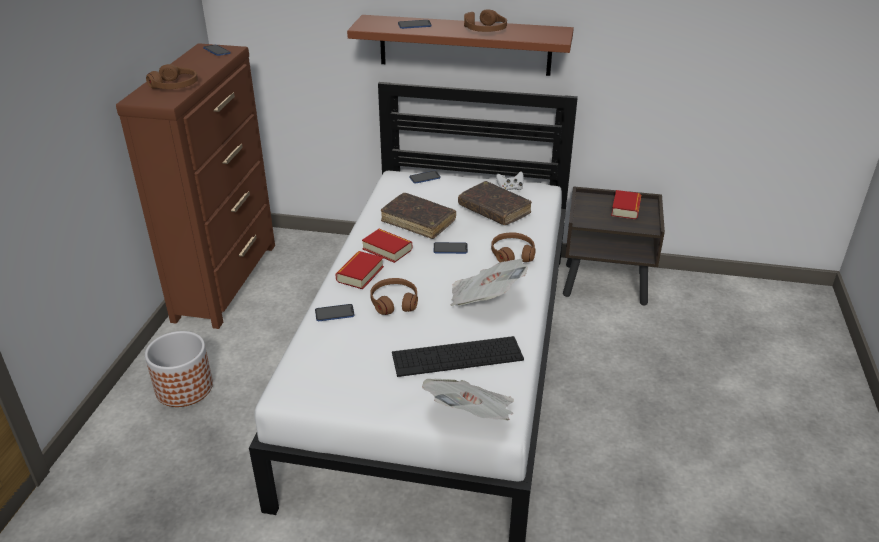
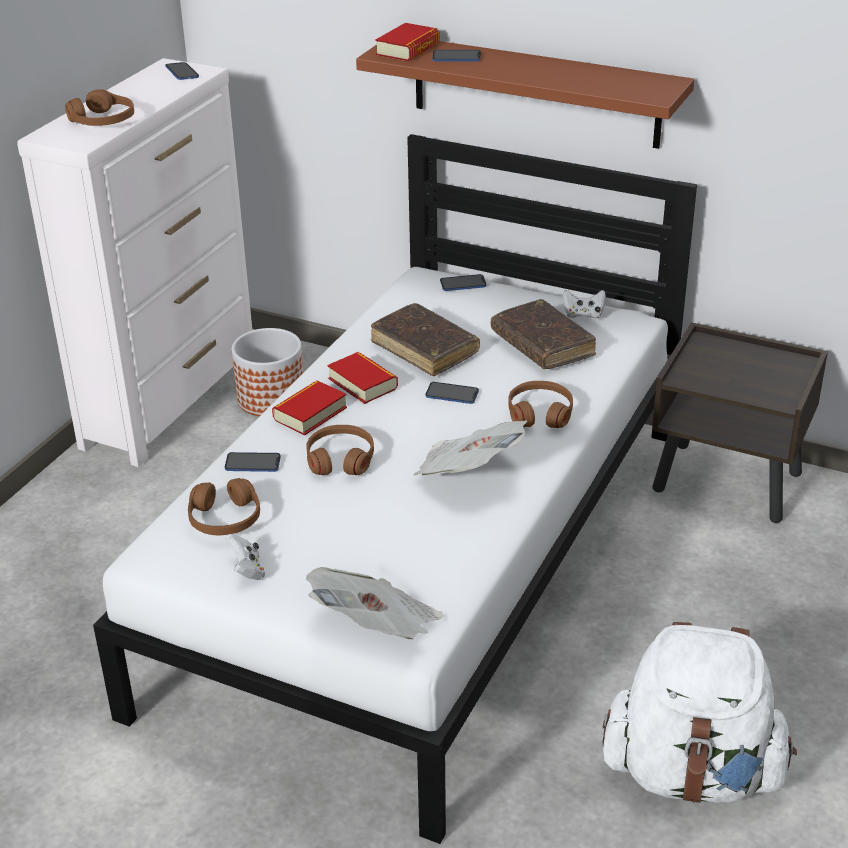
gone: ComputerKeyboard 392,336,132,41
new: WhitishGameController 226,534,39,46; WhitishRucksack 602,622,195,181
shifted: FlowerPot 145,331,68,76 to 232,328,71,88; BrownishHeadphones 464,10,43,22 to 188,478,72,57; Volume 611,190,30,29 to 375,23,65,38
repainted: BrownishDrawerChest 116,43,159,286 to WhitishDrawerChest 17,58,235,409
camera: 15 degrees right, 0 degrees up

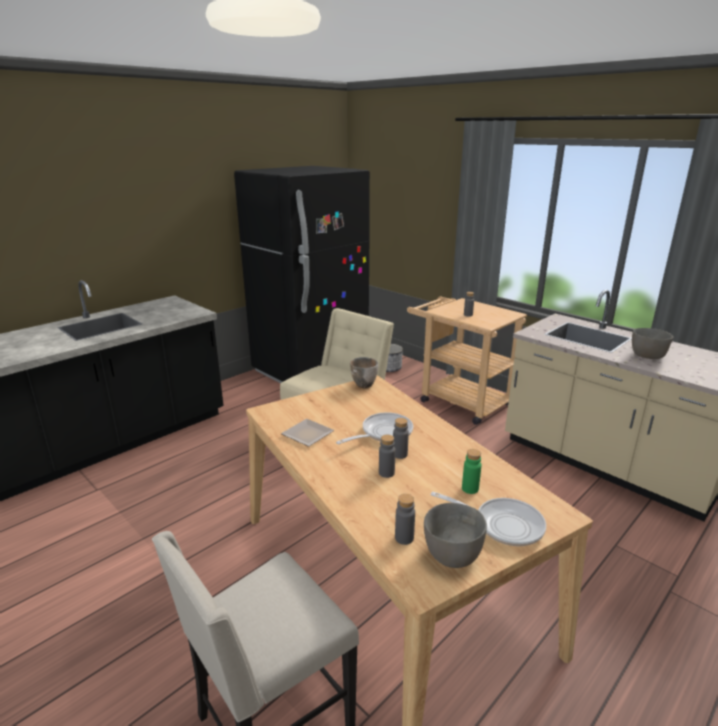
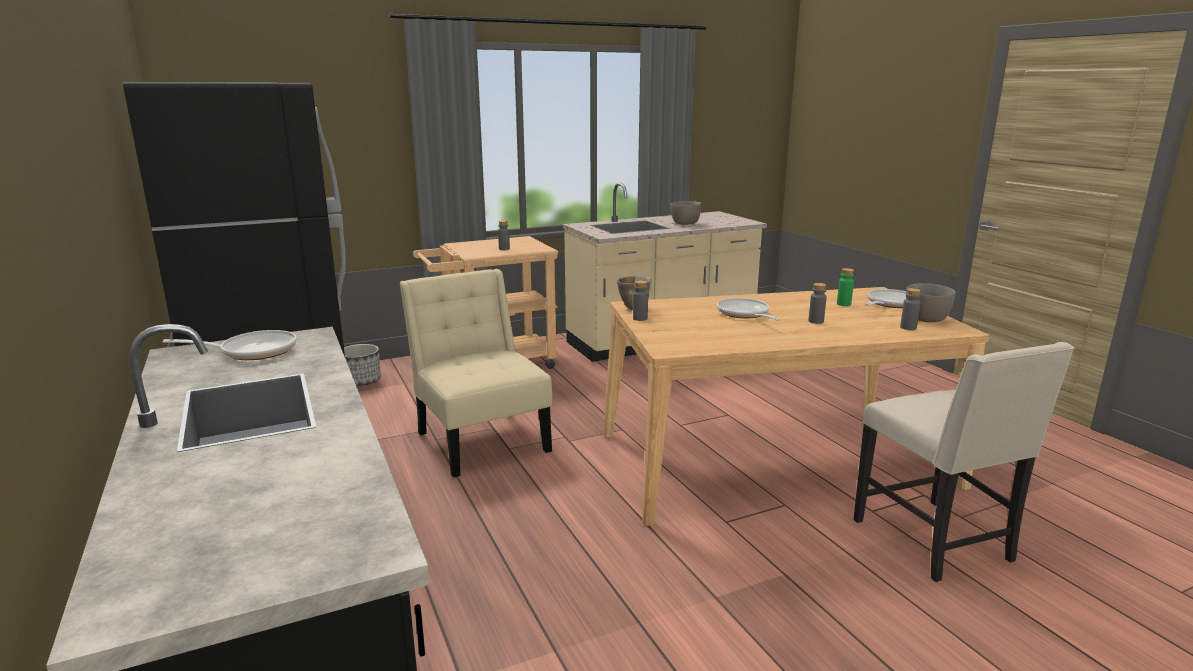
gone: FlatDish 281,419,53,28
new: Pan 163,330,134,30
shifted: GreyishDrinkBottle 393,418,16,41 to 633,280,15,41
camera: 70 degrees left, 5 degrees down

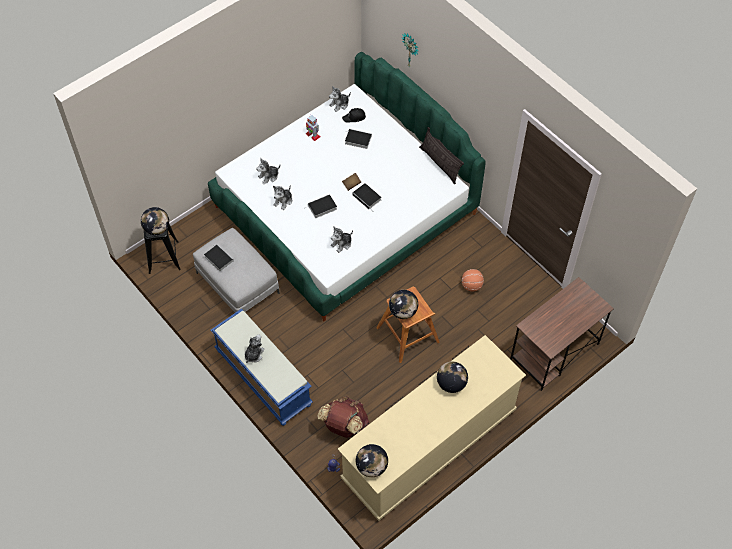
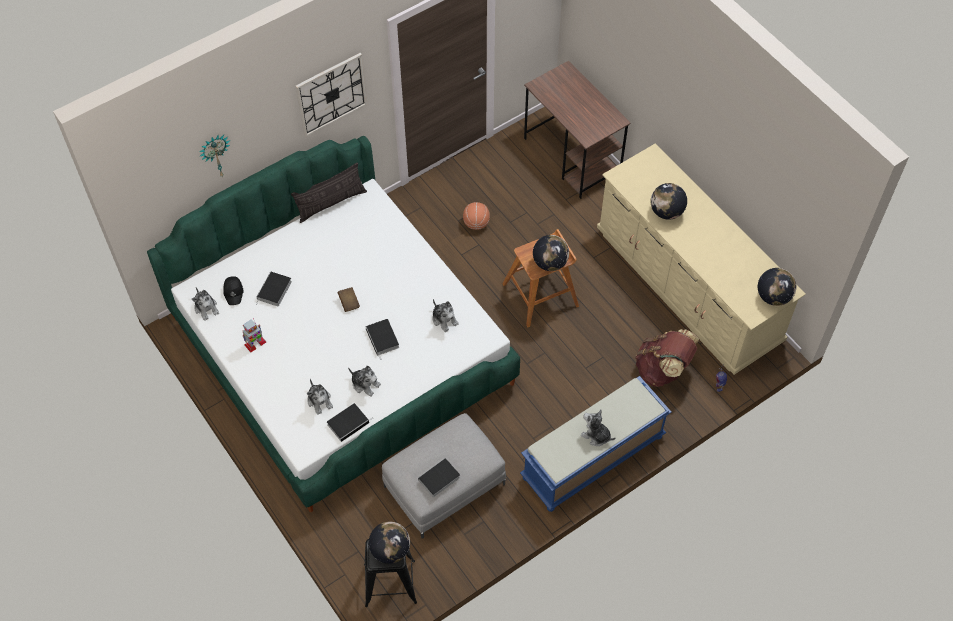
new: WallClock 295,53,72,84
shifted: Volume 352,183,29,26 to 327,403,45,39
camera: 85 degrees left, 0 degrees up

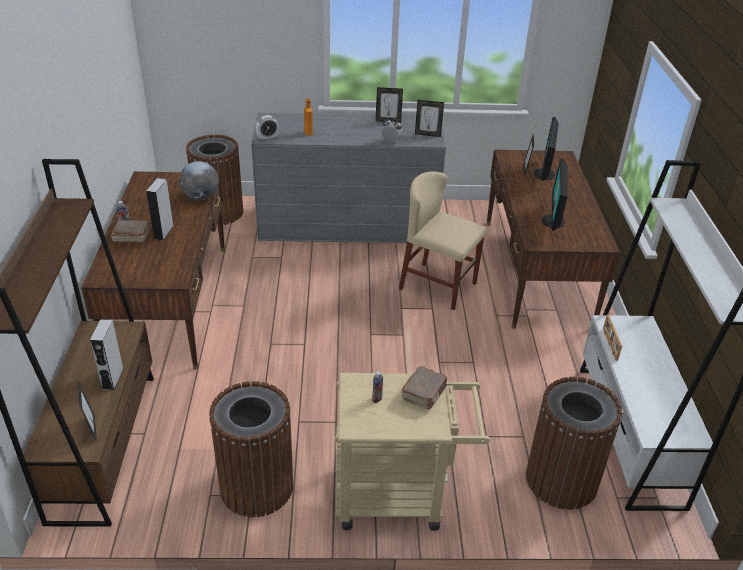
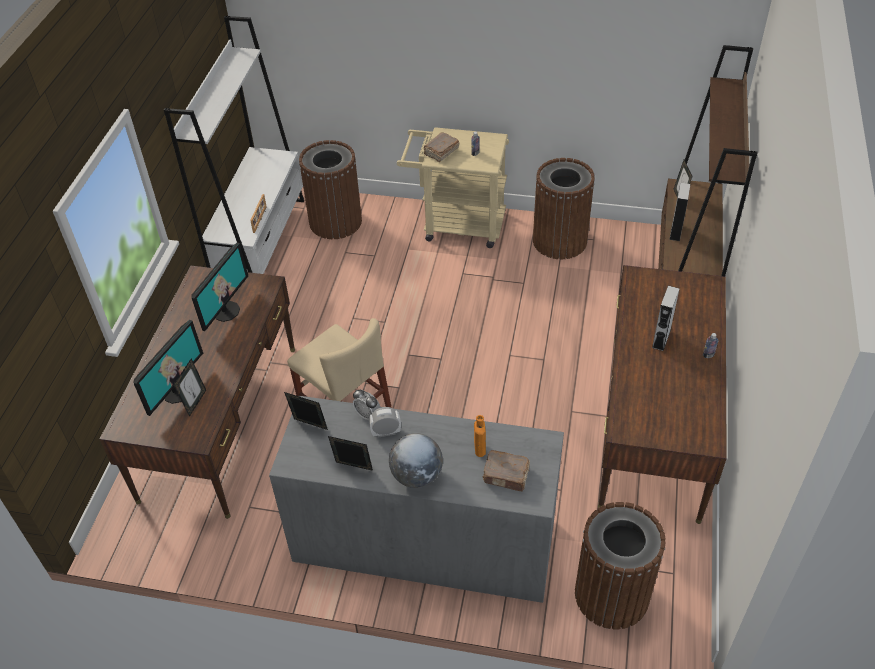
shifted: BrownishVolume 111,220,39,23 to 483,450,47,41; WorldGlobe 179,161,40,39 to 389,433,54,55; BedsideClock 256,115,23,26 to 369,407,32,30
camera: 165 degrees left, 10 degrees up

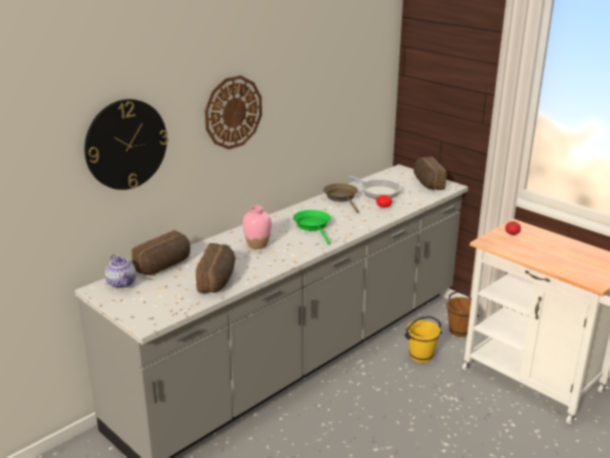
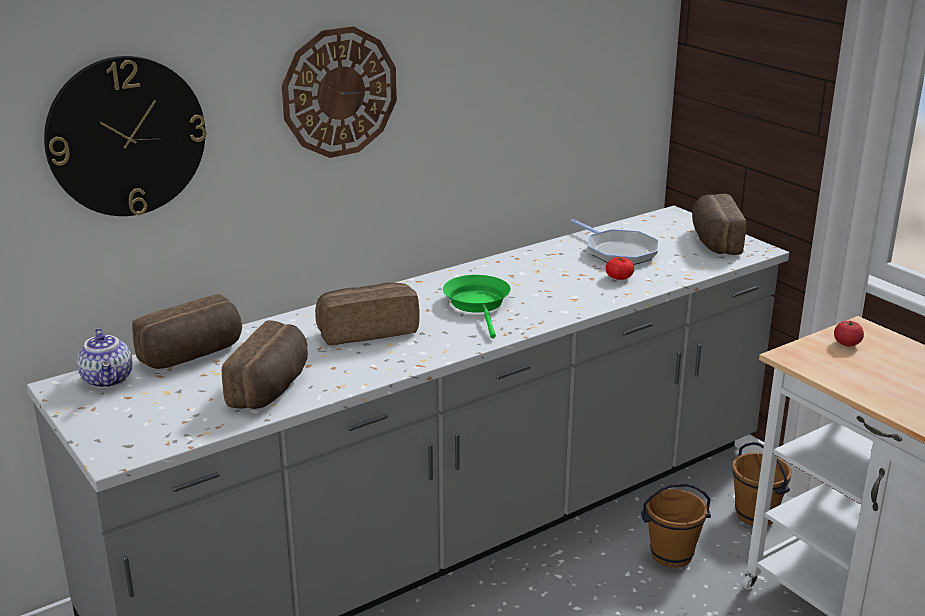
gone: BrownishPan 323,183,36,30
swapped: PinkVase 243,206,28,43 to BakeryBread 315,283,105,62
repainted: YellowishPail 405,316,37,47 to BrownishPail 641,483,70,85
camera: 10 degrees right, 0 degrees up

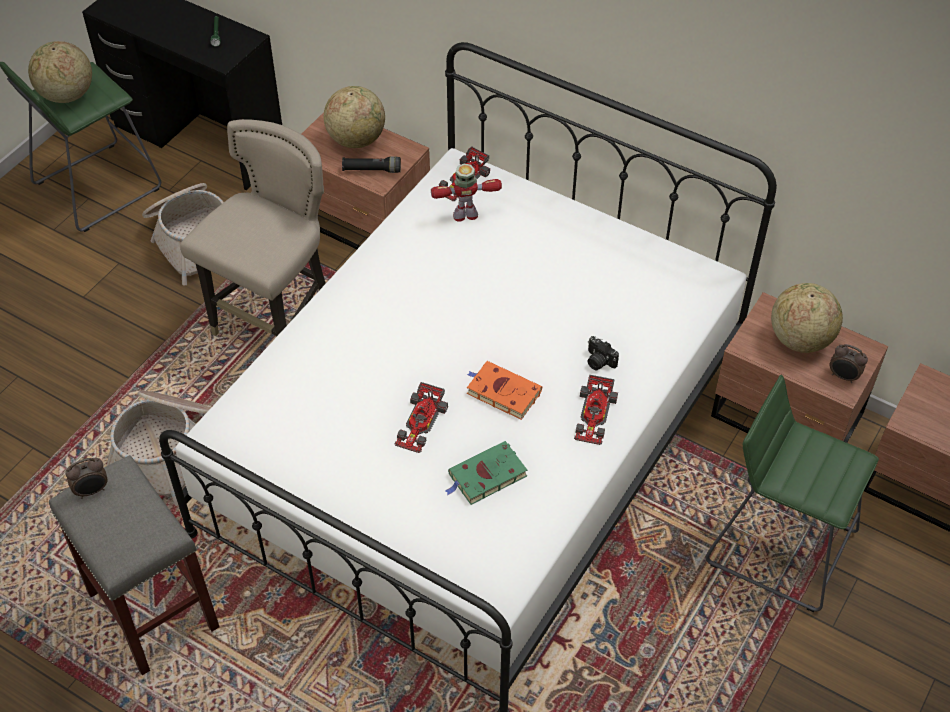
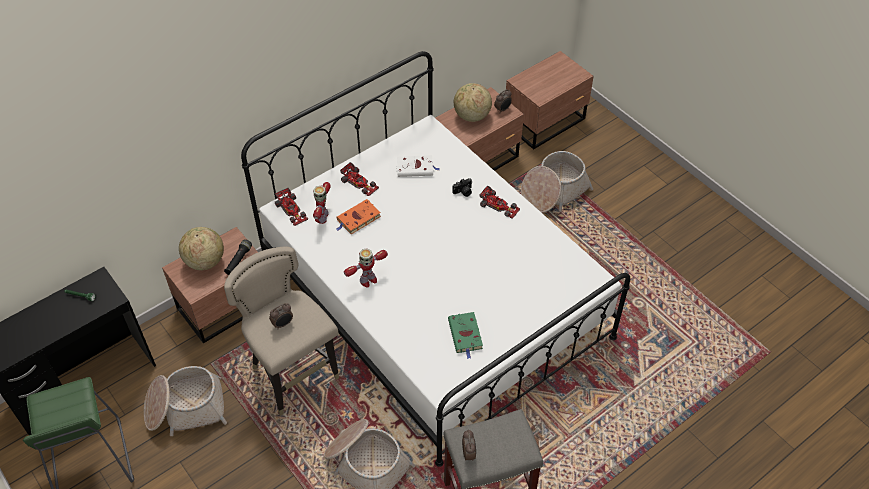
gone: WorldGlobe 28,41,64,62
new: BedsideClock 269,303,24,26; ToyRobot 344,248,44,40; WhitishVolume 397,155,43,22
shifted: ToyCar 394,382,54,71 to 340,162,39,34; GreenVolume 445,441,82,64 to 448,312,35,47; OrangeyVolume 467,361,75,59 to 336,199,45,35
swapped: GreenStoolSeat 706,375,173,237 to StorageBasket 521,151,72,62
camera: 70 degrees left, 0 degrees up

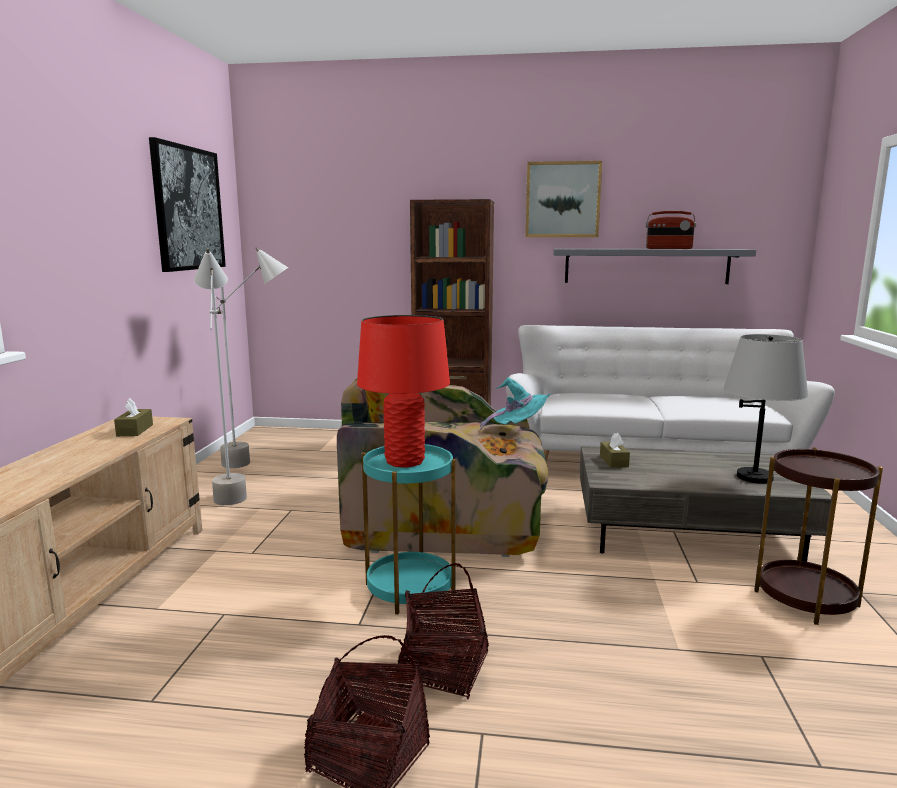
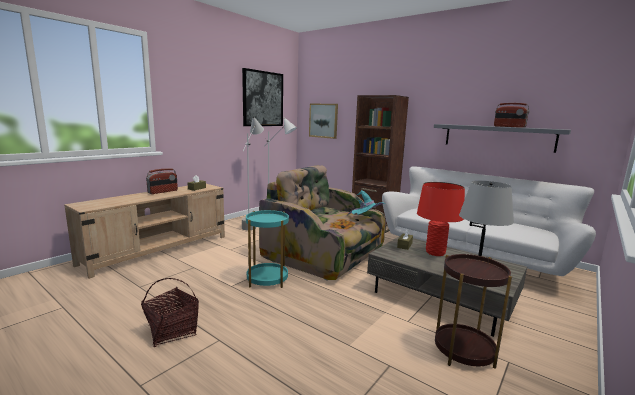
gone: StorageBasket 396,563,93,136
new: RadioReceiver 146,168,32,26
shifted: ReddishLampForATable 357,315,93,152 to 417,182,48,74; Picture 525,161,77,76 to 309,104,29,35
camera: 30 degrees right, 0 degrees up

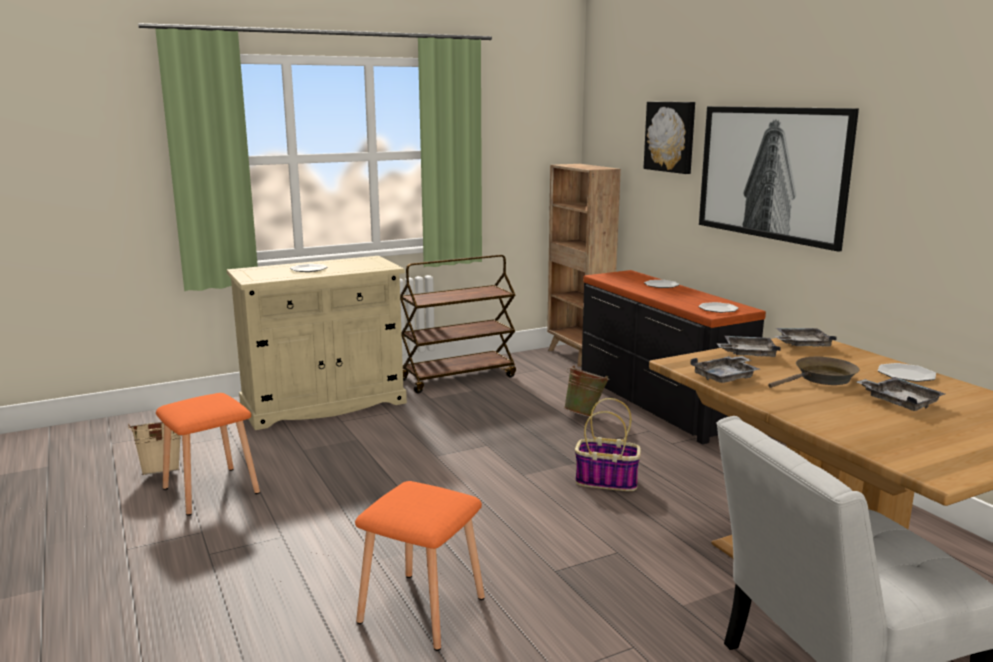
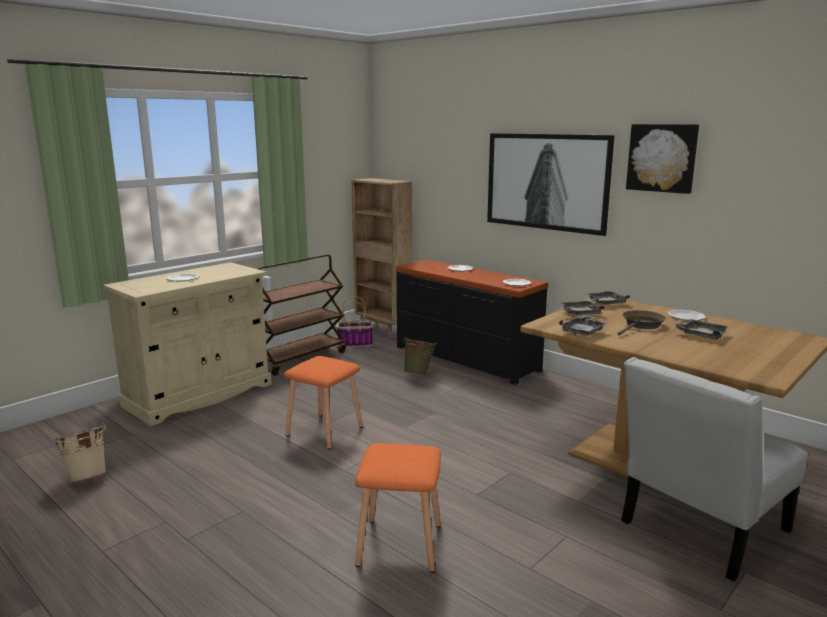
shifted: OrangeyStoolSeat 156,393,104,123 to 284,356,79,93; StorageBasket 575,398,66,93 to 336,296,37,51; Picture 644,102,51,72 to 626,124,73,70
camera: 20 degrees left, 0 degrees up

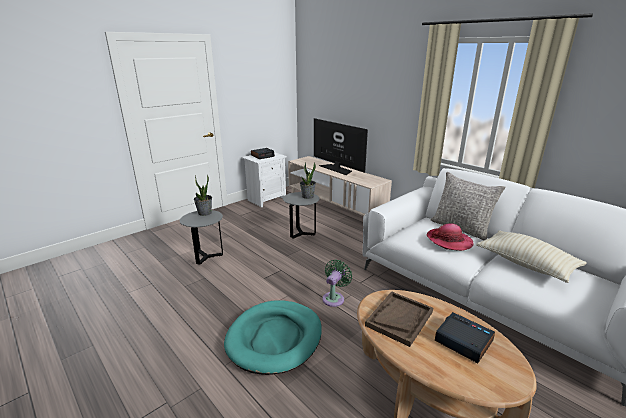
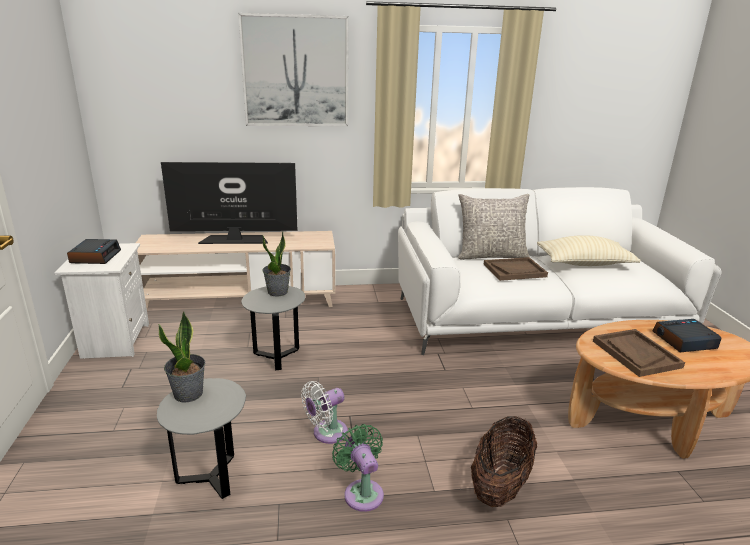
new: Picture 238,13,111,113; WhitishFan 301,381,47,63
shifted: GreenFan 322,259,30,48 to 332,424,52,88
swapped: TurquoiseColouredDogBed 224,300,98,75 to StorageBasket 471,416,66,91; WearableHat 426,223,47,28 to BrownishServingTray 484,257,64,24
camera: 55 degrees left, 0 degrees up

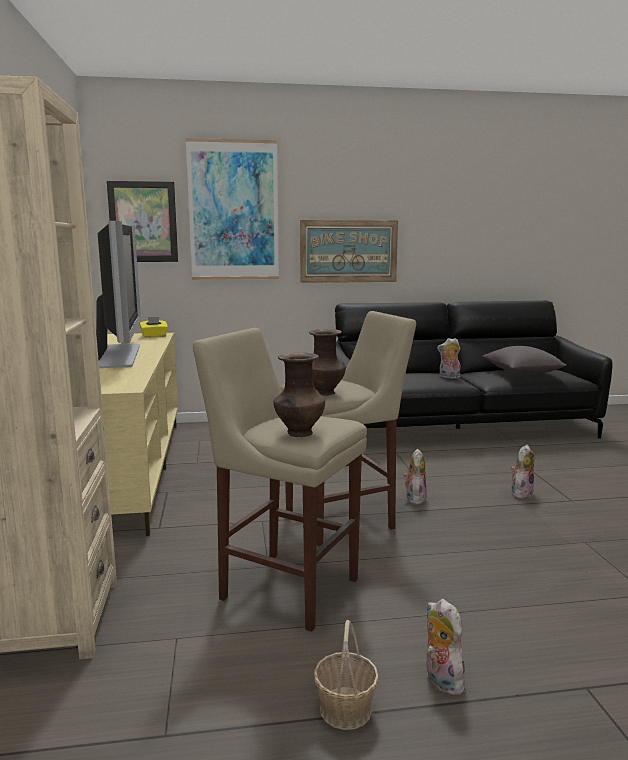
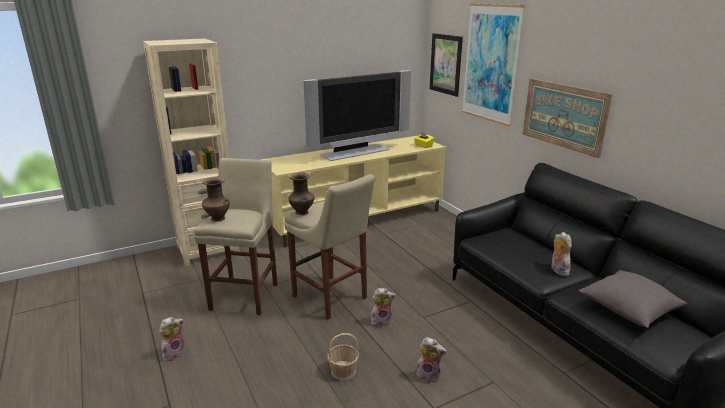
shifted: StorageBasket 314,620,65,110 to 327,333,32,47
camera: 70 degrees right, 10 degrees up

